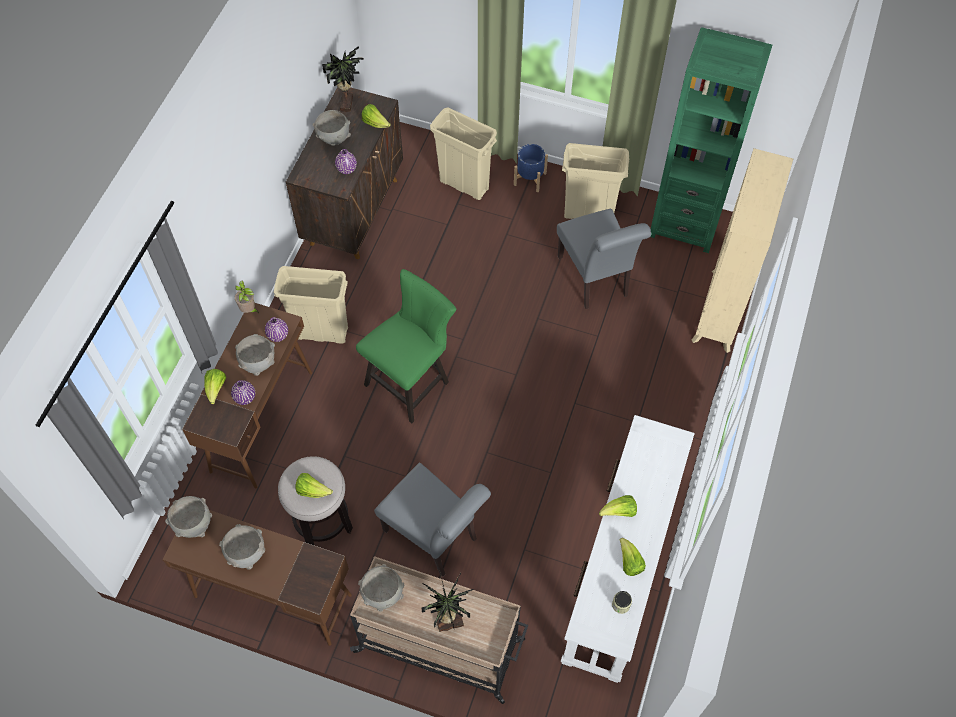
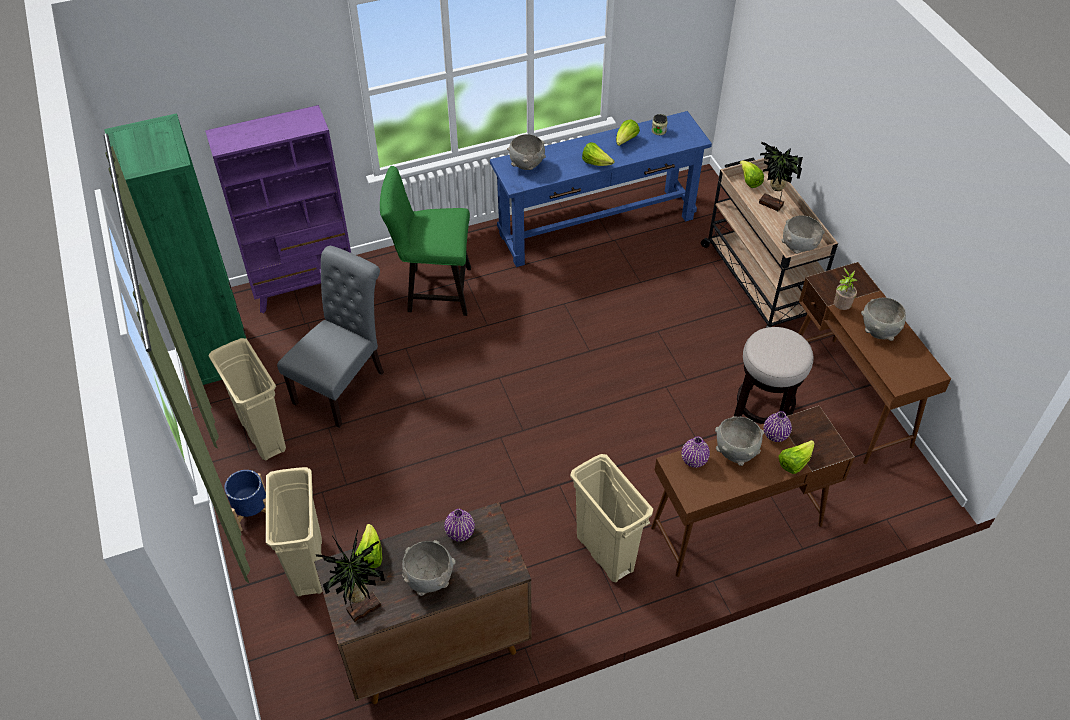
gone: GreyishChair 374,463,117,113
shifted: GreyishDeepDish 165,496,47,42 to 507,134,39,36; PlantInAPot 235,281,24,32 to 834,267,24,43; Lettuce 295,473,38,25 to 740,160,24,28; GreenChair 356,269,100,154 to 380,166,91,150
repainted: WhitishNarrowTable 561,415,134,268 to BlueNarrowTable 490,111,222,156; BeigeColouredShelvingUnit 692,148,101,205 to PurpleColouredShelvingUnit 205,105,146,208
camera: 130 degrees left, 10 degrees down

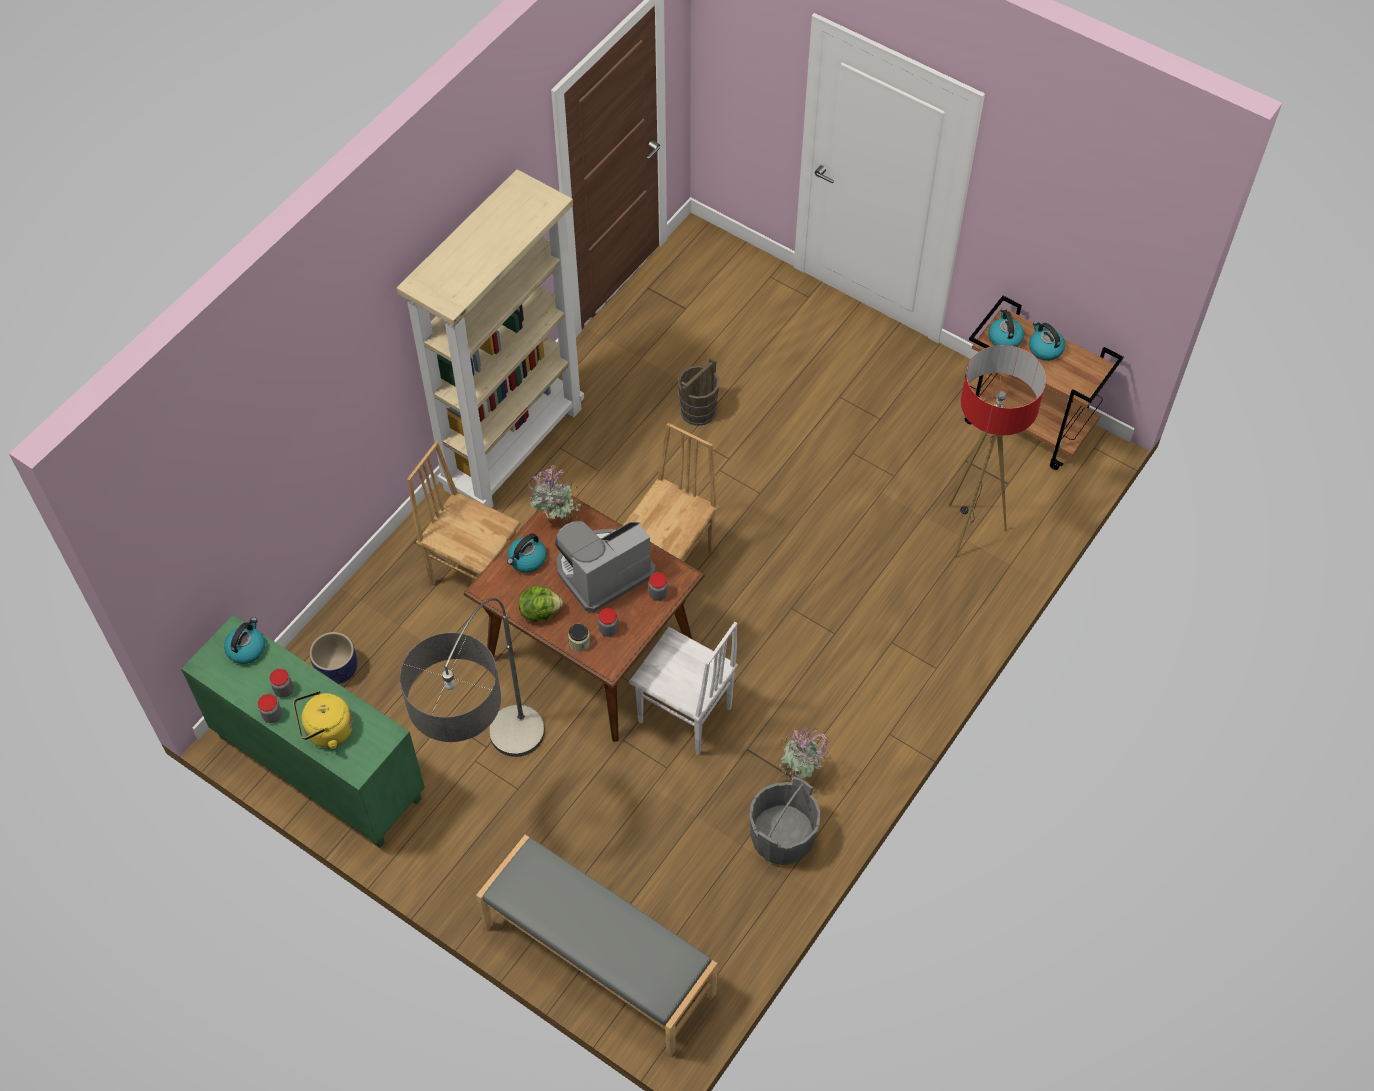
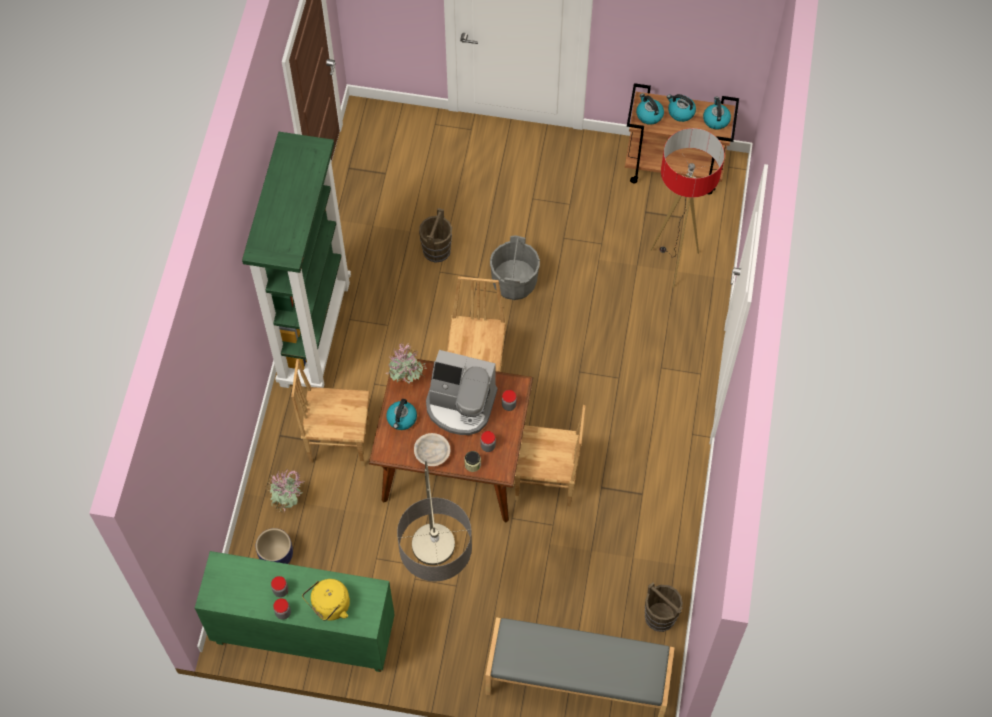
new: BrownishPail 645,582,38,50
shifted: WaterKettle 224,617,41,47 to 703,97,28,33; GreyishPail 749,777,72,88 to 490,235,50,65; PlantInAPot 779,725,51,56 to 265,470,40,43
swapped: Lettuce 519,585,44,37 to BeigeColouredDeepDish 414,433,36,33
repainted: BeigeColouredShelvingUnit 396,169,188,339 to GreenShelvingUnit 242,132,109,256; WhitishChair 629,622,109,133 to BrownishChair 515,405,71,101
rotated: CoffeeBrewer 555,521,101,91 = 426,350,72,85 105 degrees counterclockwise
camera: 25 degrees left, 5 degrees up

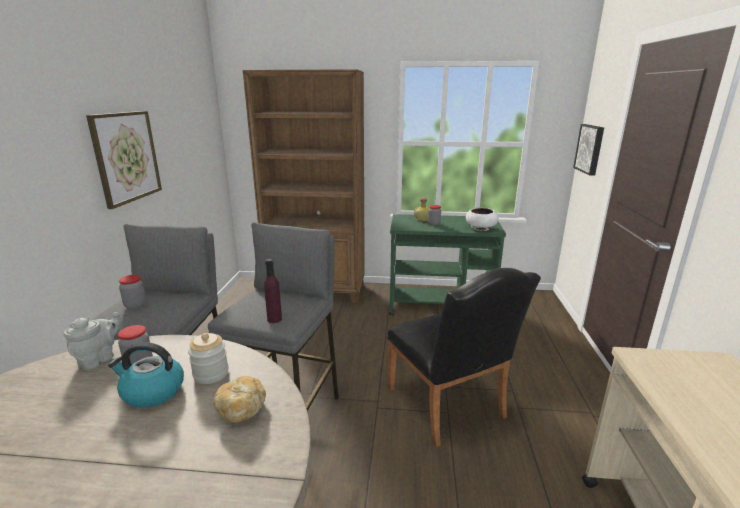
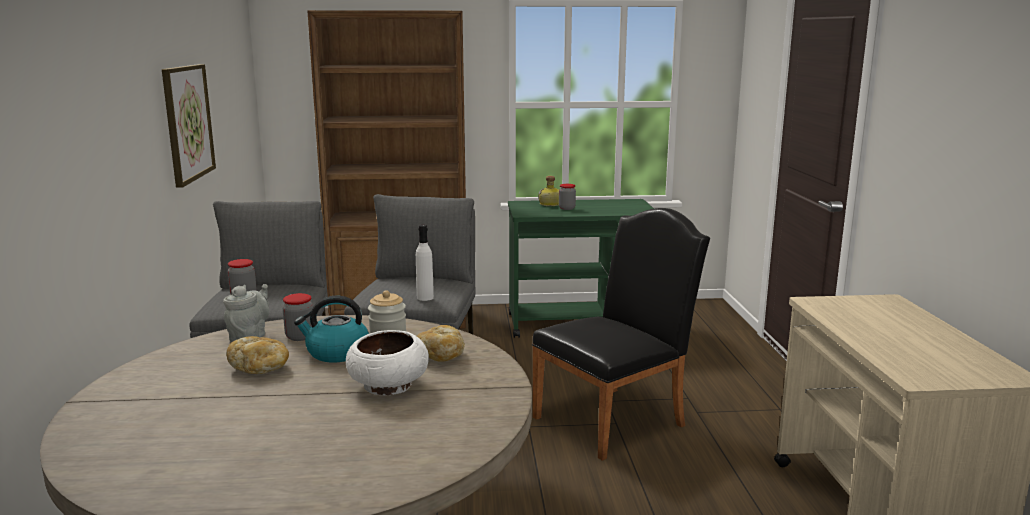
gone: Picture 573,124,31,52
new: BakeryBread 226,336,63,38
shifted: WhitishDeepDish 466,207,33,24 to 346,330,83,65
repainted: PurpleColouredDrinkBottle 264,259,18,64 to WhitishDrinkBottle 416,225,18,76
rotated: BlackishChair 387,268,154,179 = 532,208,178,253 90 degrees counterclockwise
camera: 10 degrees left, 5 degrees down

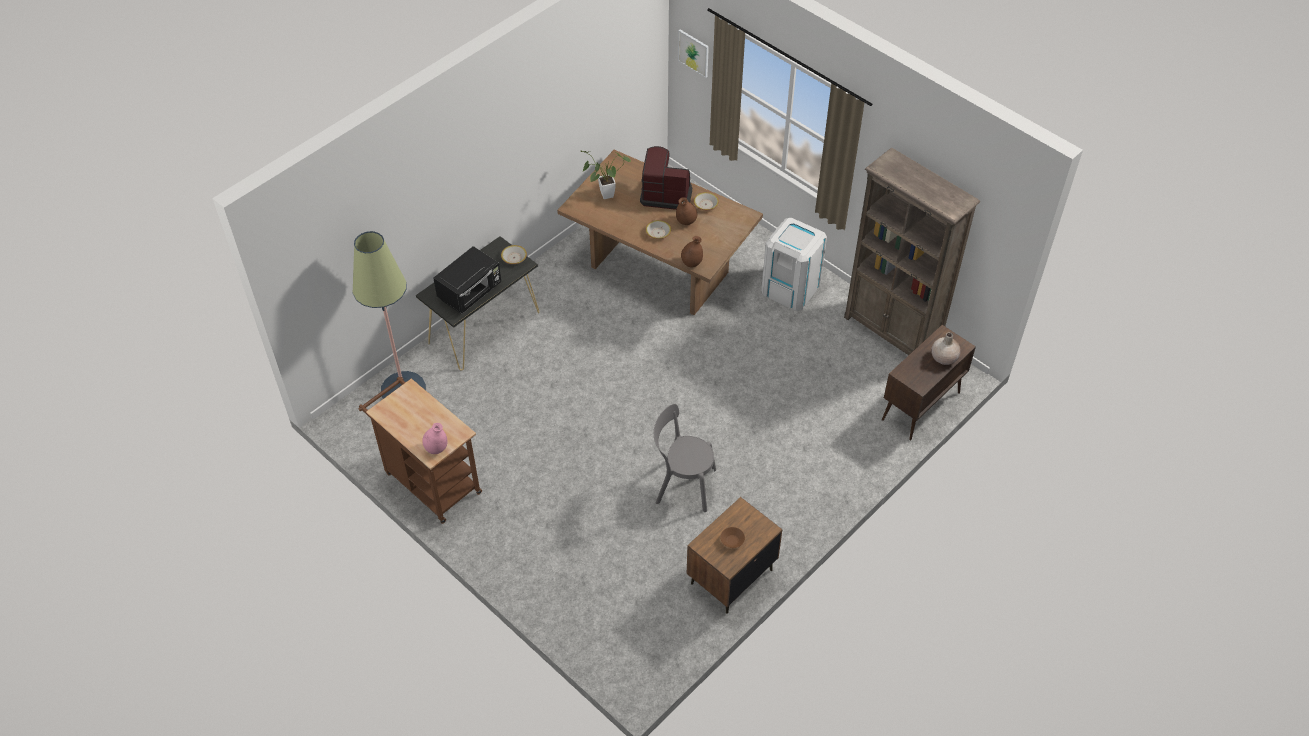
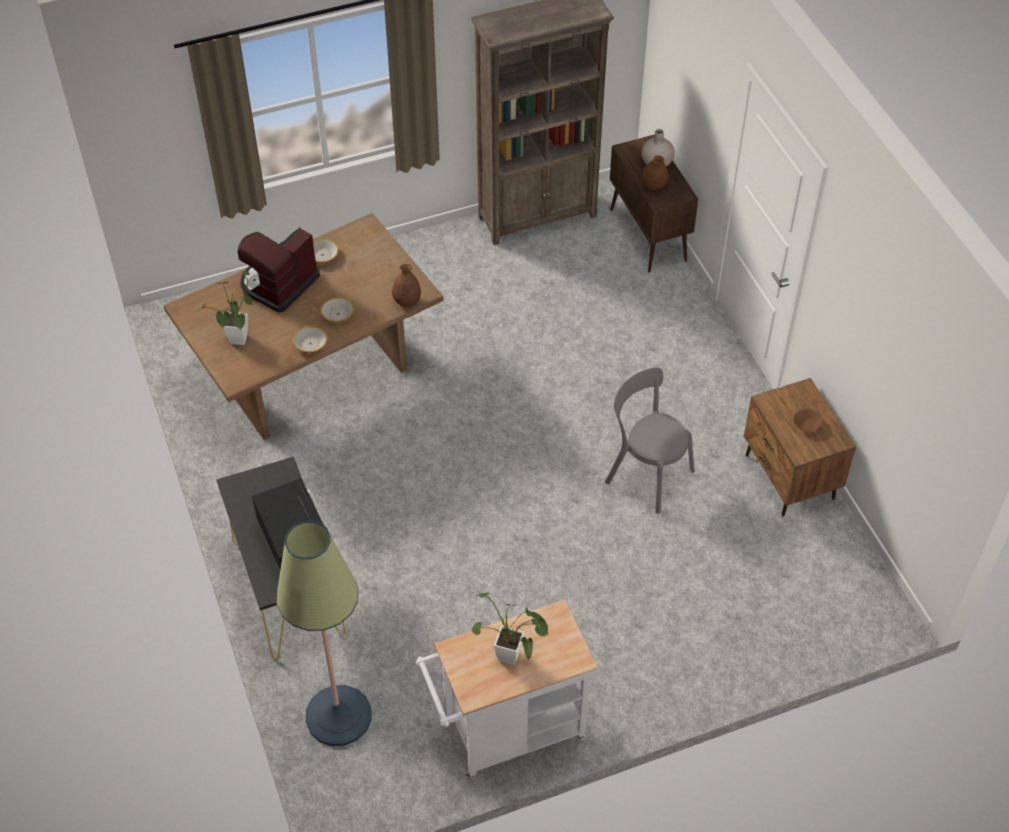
gone: PinkVase 422,423,26,31; Picture 678,29,31,49; WhitishTrashCan 761,218,66,93
new: PlantInAPot 471,593,77,72
shifted: DeepDish 501,245,26,19 to 292,326,36,27; BrownishVase 676,197,21,28 to 642,155,26,35
repainted: BrownishCart 358,377,124,147 to WhitishCart 416,600,182,179
rotated: GreyishChair 654,404,62,108 = 605,367,90,147 90 degrees clockwise
camera: 65 degrees left, 0 degrees up

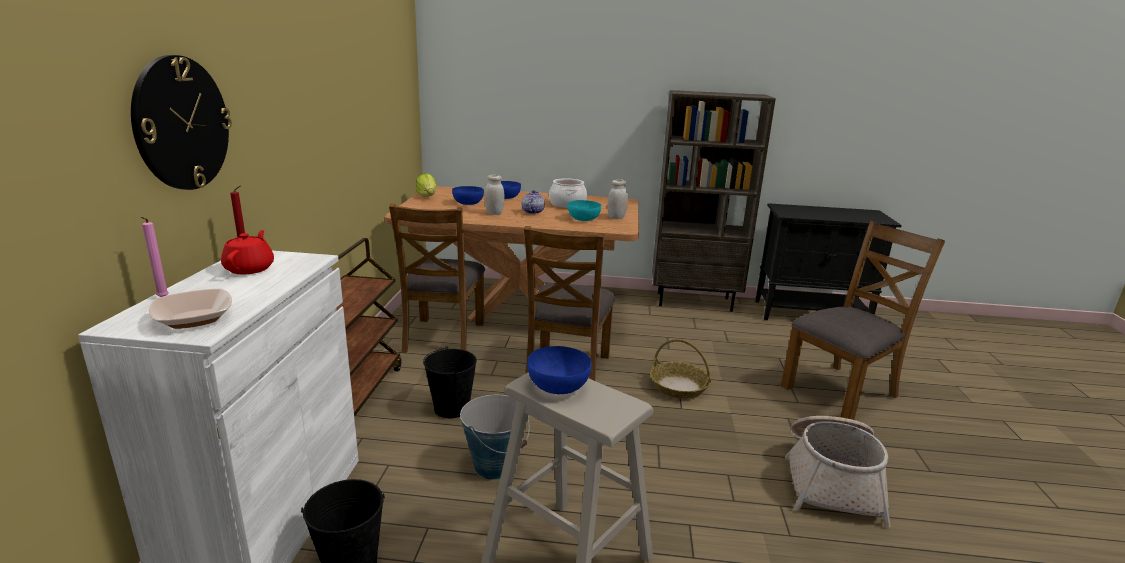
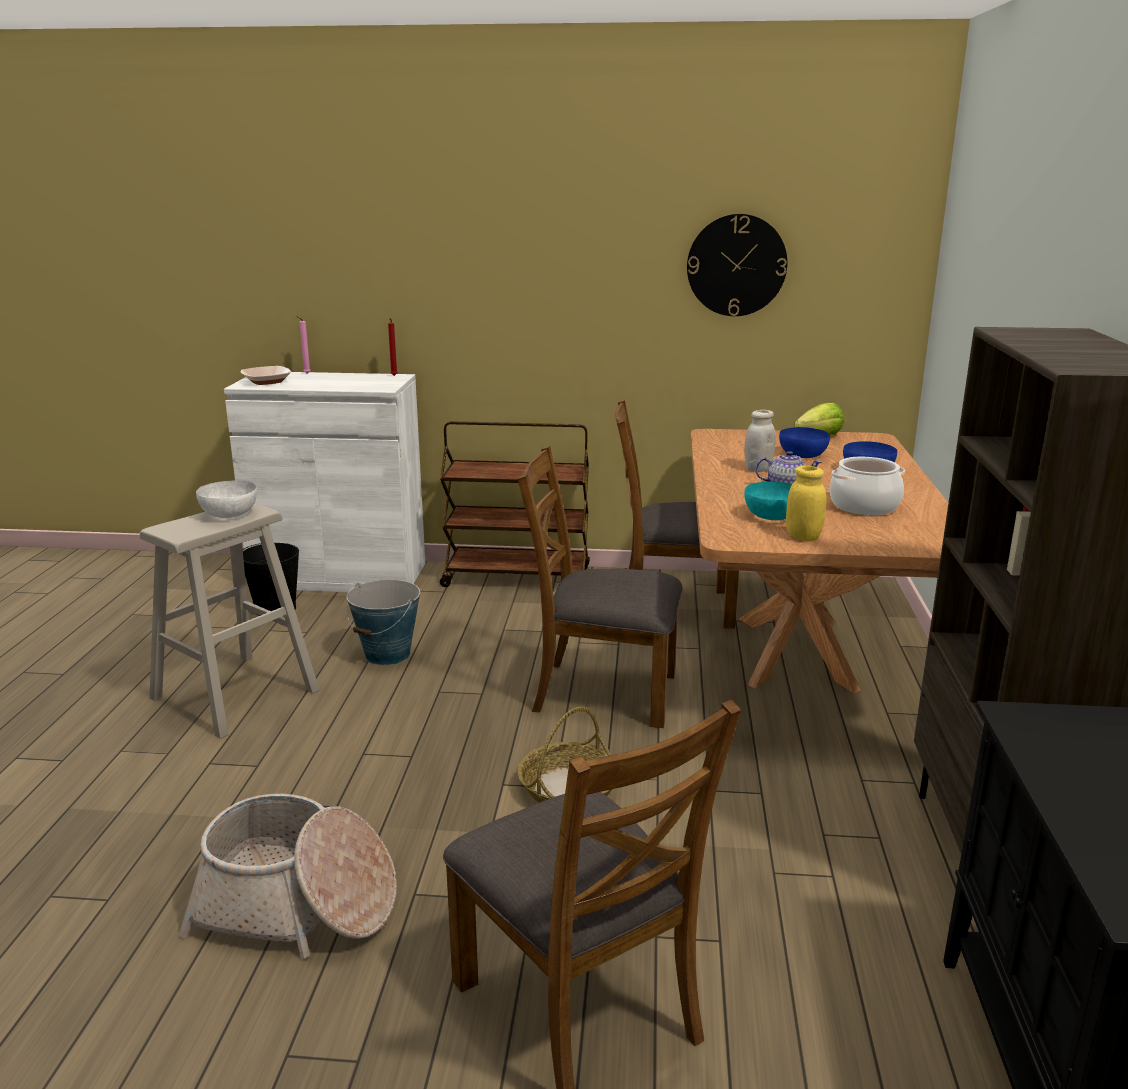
gone: ReddishPotForTea 221,230,53,44; BlackishPail 423,346,54,72
shifted: WallClock 131,55,101,135 to 687,214,100,102
repainted: BlueDeepDish 527,346,64,48 to WhitishDeepDish 196,480,61,38; WhitishPreserveJar 607,179,21,40 to YellowishPreserveJar 786,466,41,75
camera: 90 degrees right, 0 degrees up

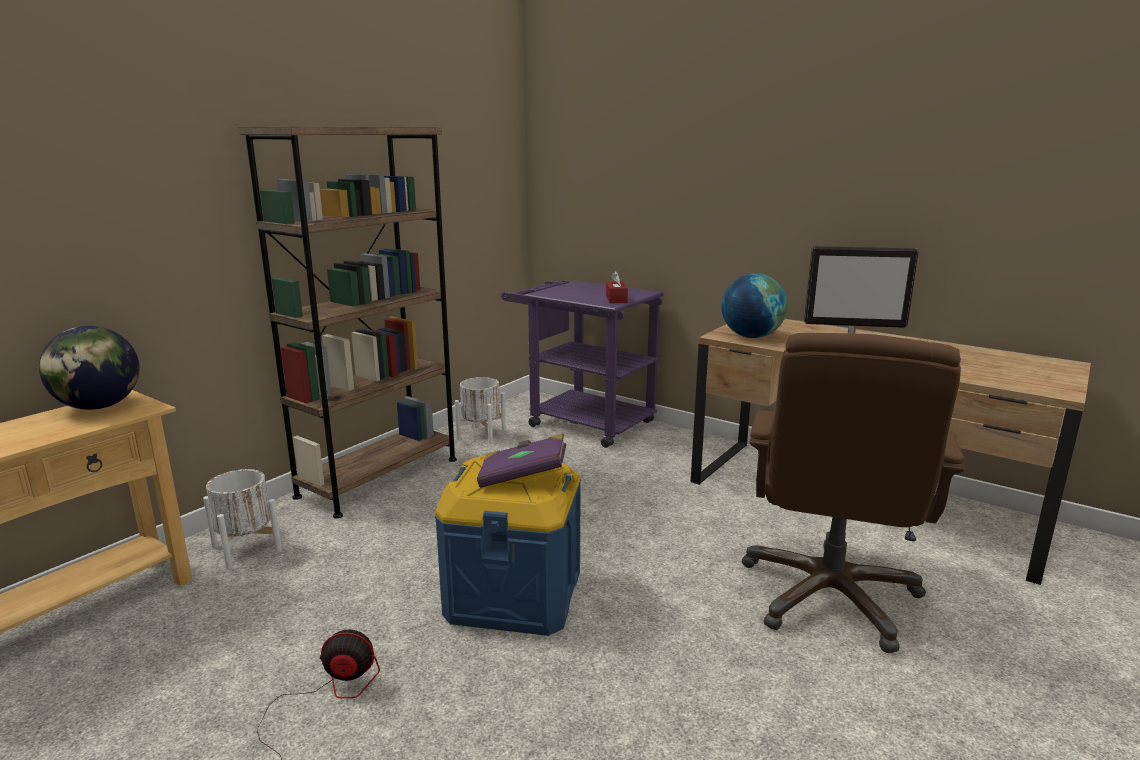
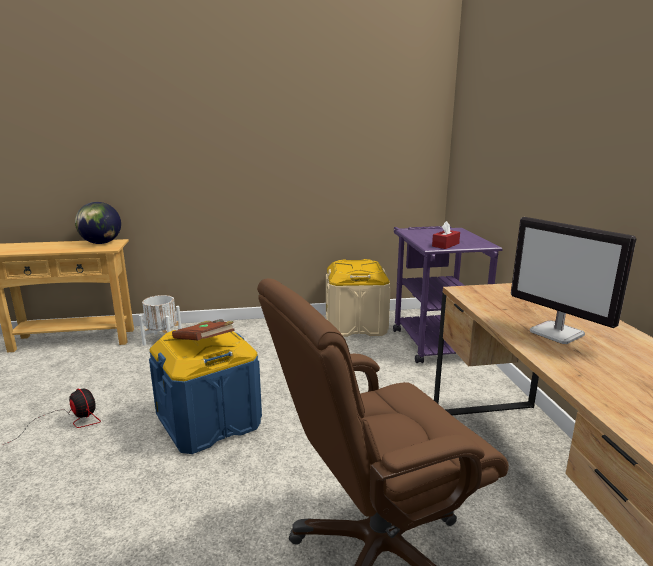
gone: BrownishShelvingUnit 239,126,218,392; WorldGlobe 721,273,67,65
swapped: WhitishFlowerPot 455,377,51,67 to BeigeColouredStorageContainer 326,259,65,78
repainted: PurpleColouredVolume 477,433,89,55 to BrownishVolume 172,319,63,22
camera: 45 degrees right, 0 degrees up

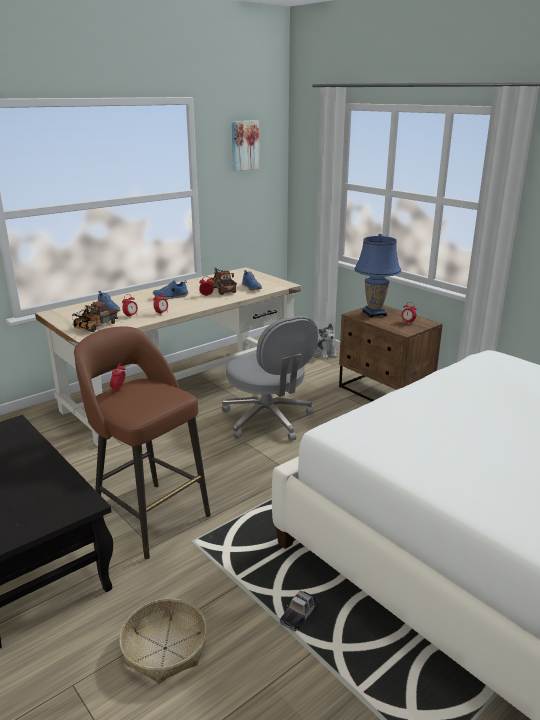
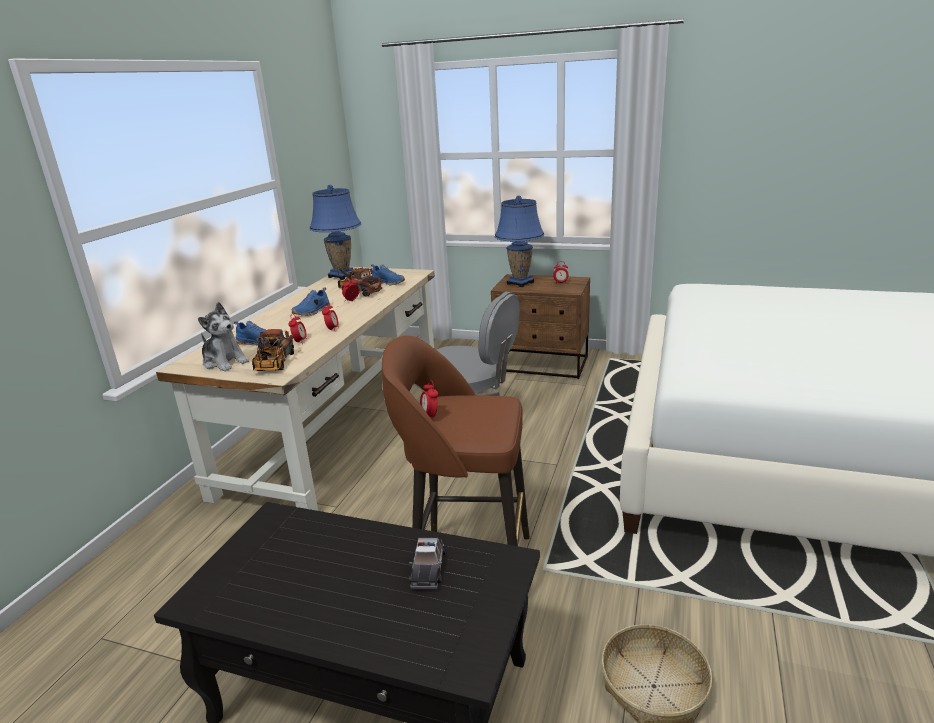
gone: Picture 232,120,27,51
new: BlueLampForATable 310,184,52,96
shifted: ToyCar 280,590,39,42 to 409,538,37,51; PlushToy 315,323,23,36 to 198,302,51,69
camera: 30 degrees left, 0 degrees up

